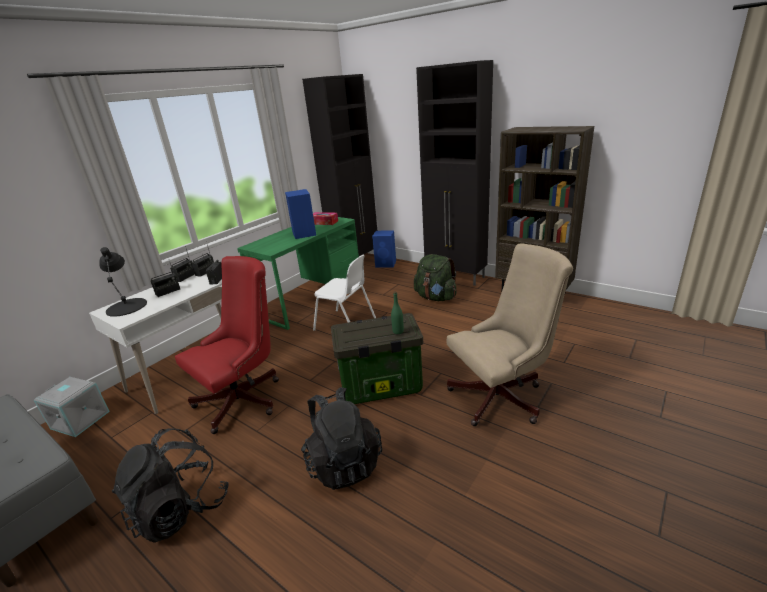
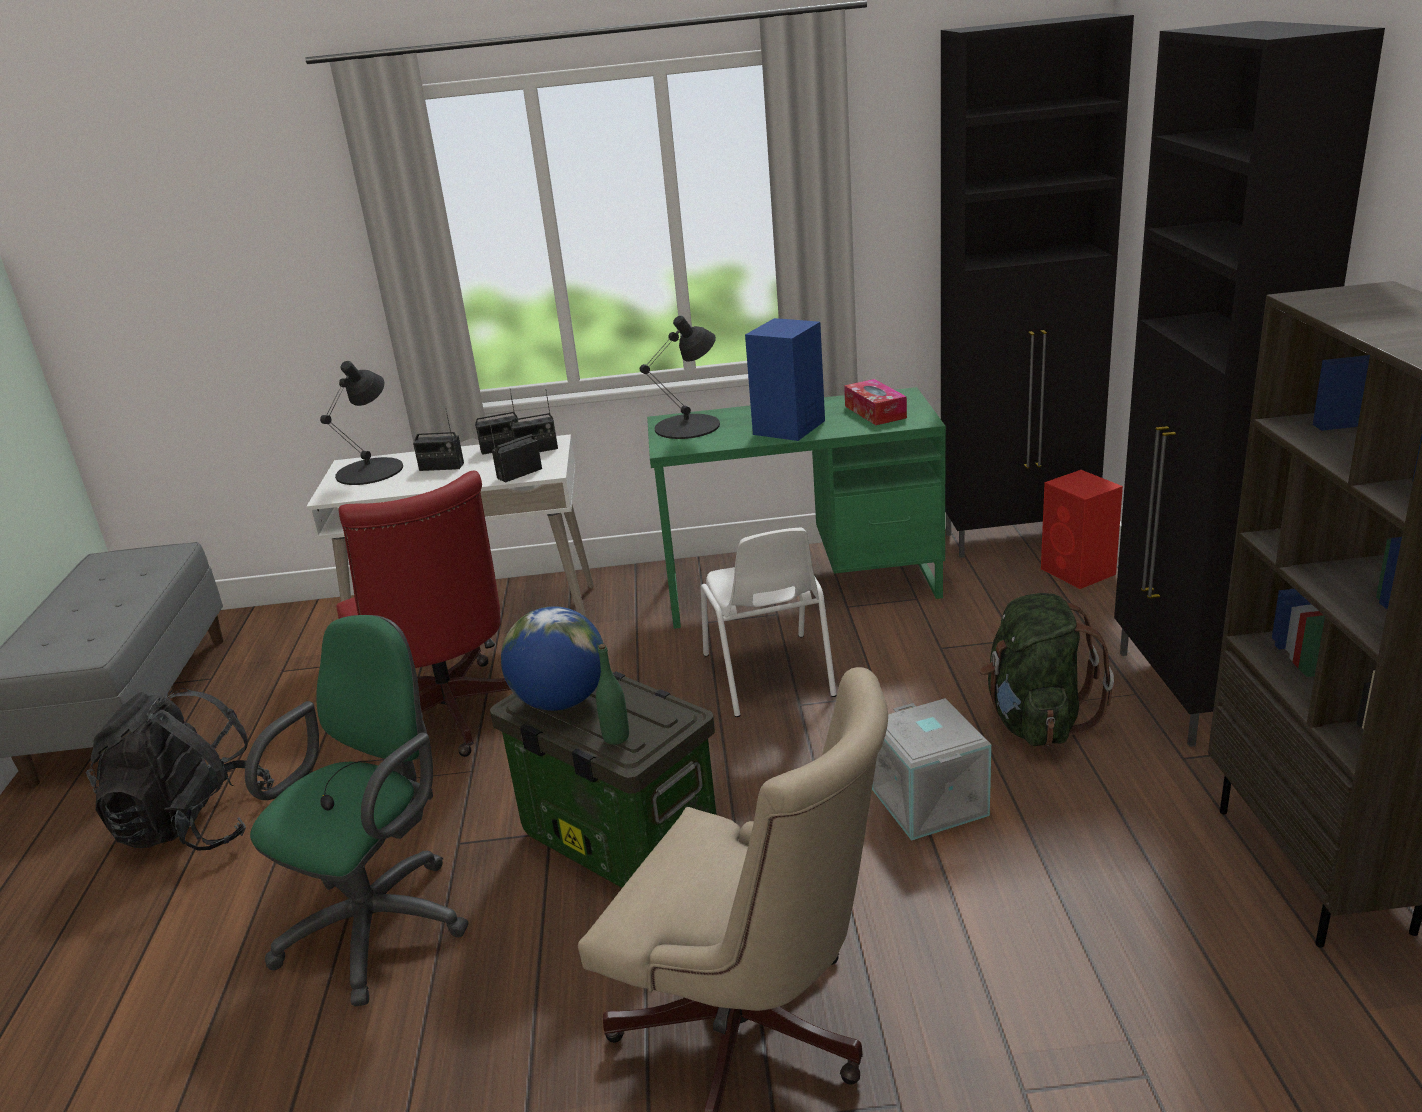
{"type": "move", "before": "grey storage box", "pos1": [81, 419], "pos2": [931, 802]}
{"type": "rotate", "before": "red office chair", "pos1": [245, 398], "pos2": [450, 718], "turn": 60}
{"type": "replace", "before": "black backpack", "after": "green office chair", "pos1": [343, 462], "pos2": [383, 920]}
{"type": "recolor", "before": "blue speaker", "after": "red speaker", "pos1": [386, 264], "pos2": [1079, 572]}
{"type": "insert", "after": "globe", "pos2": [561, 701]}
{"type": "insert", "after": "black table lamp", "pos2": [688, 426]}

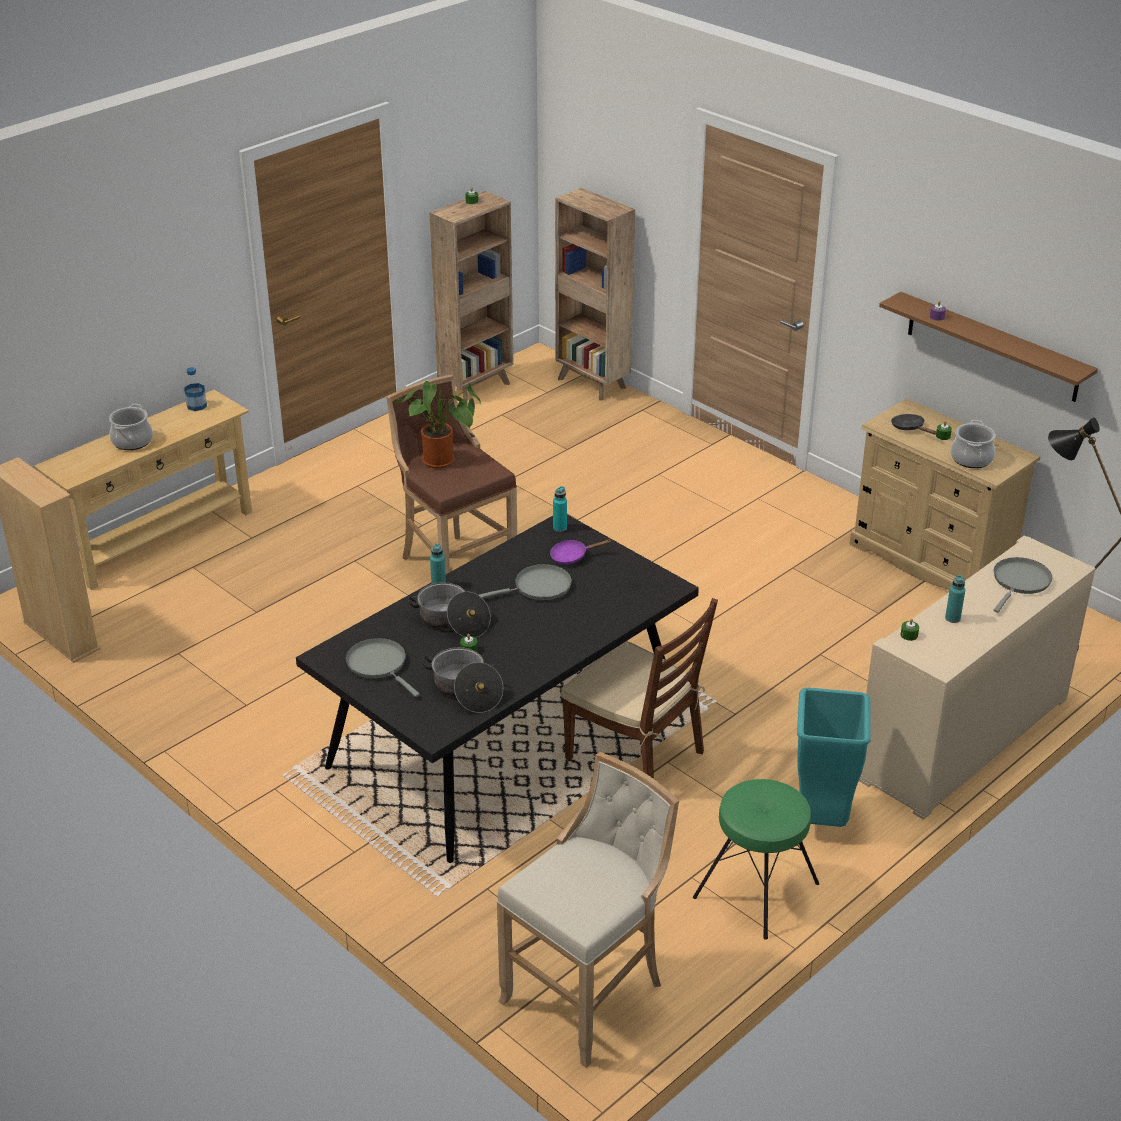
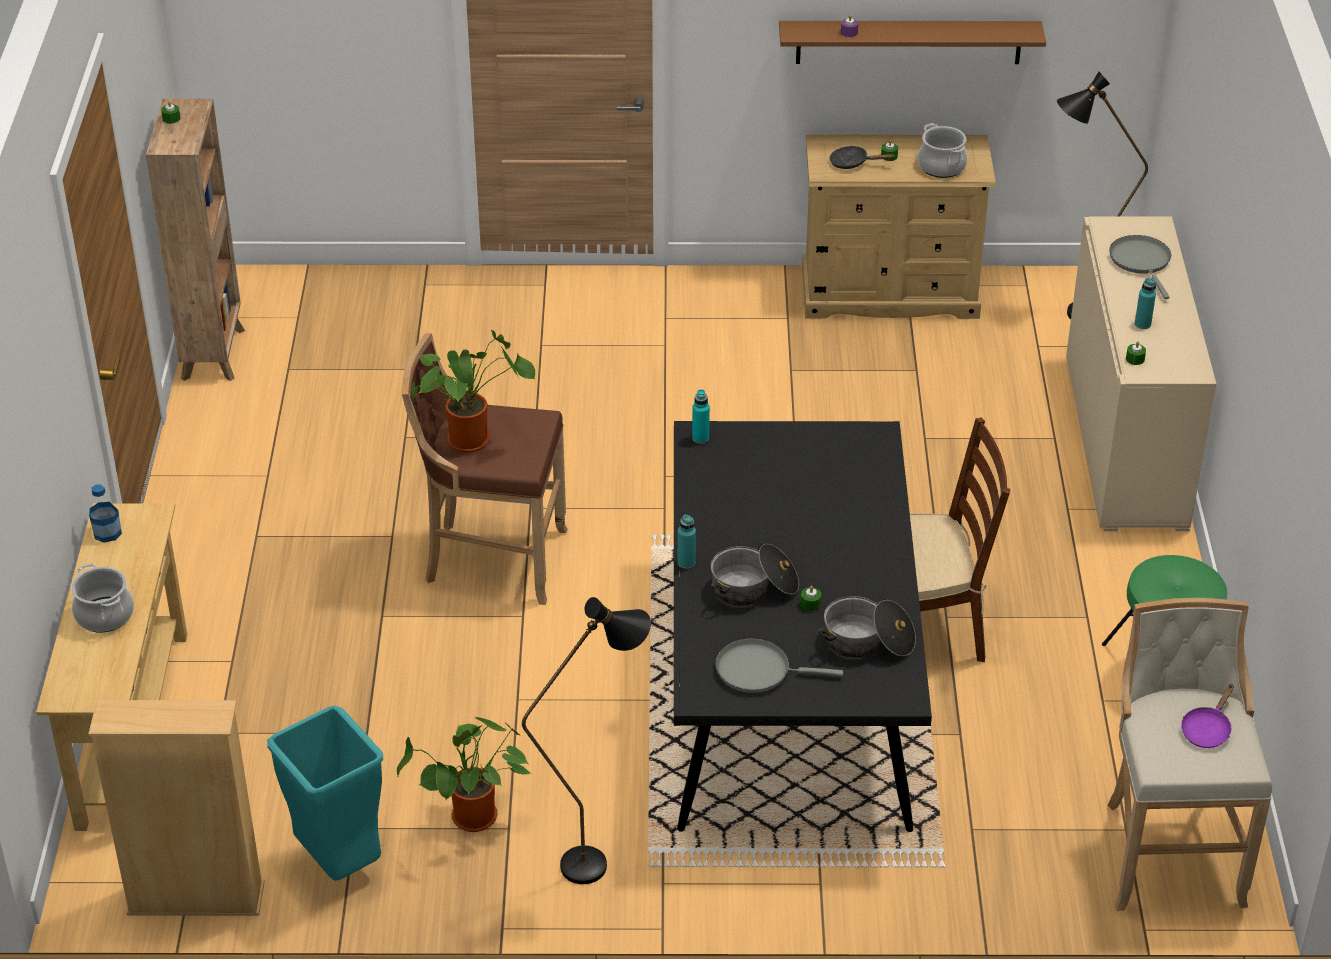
{"type": "delete", "before": "grey frying pan", "pos1": [538, 587]}
{"type": "move", "before": "purple frying pan", "pos1": [572, 556], "pos2": [1207, 730]}
{"type": "delete", "before": "brown bookcase", "pos1": [592, 384]}
{"type": "move", "before": "turquoise trash can", "pos1": [821, 818], "pos2": [338, 863]}
{"type": "insert", "after": "potted plant", "pos2": [472, 821]}
{"type": "insert", "after": "black floor lamp", "pos2": [600, 861]}

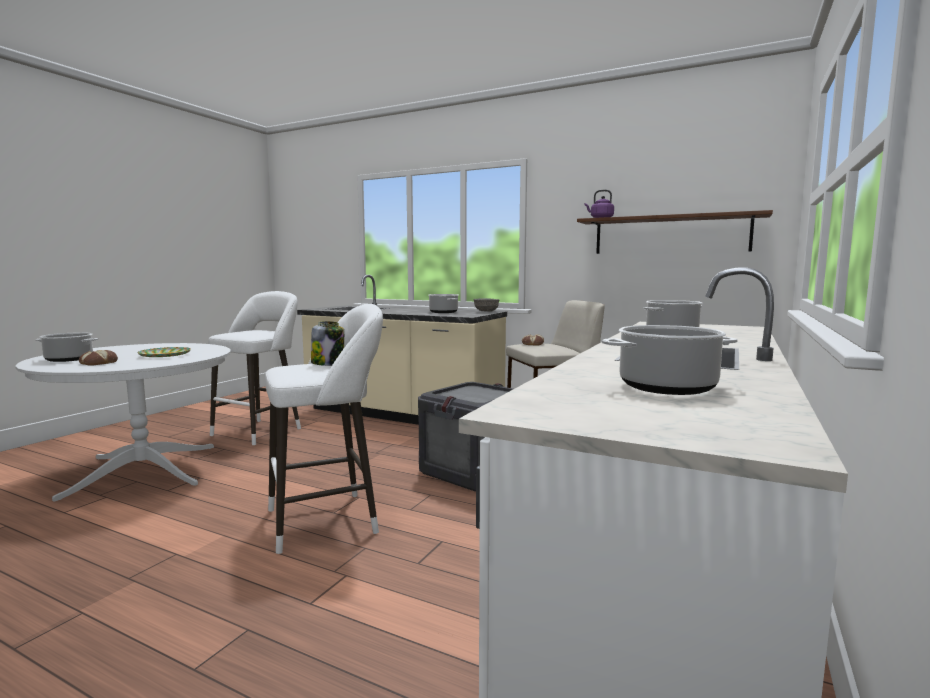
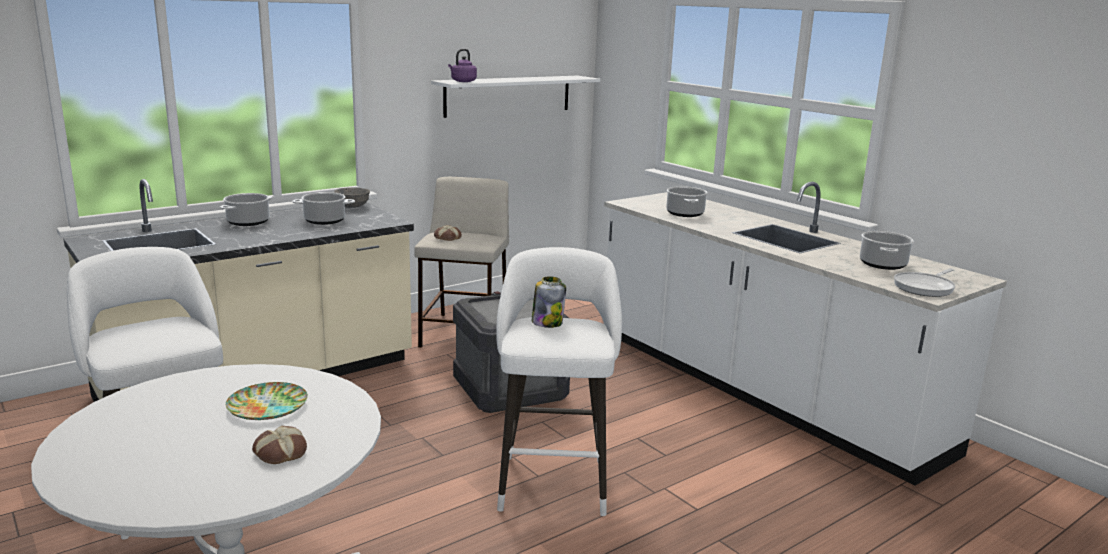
{"type": "move", "before": "cooking pot", "pos1": [68, 359], "pos2": [248, 222]}
{"type": "recolor", "before": "brown shelf", "after": "white shelf", "pos1": [670, 235], "pos2": [508, 95]}
{"type": "insert", "after": "frying pan", "pos2": [925, 287]}

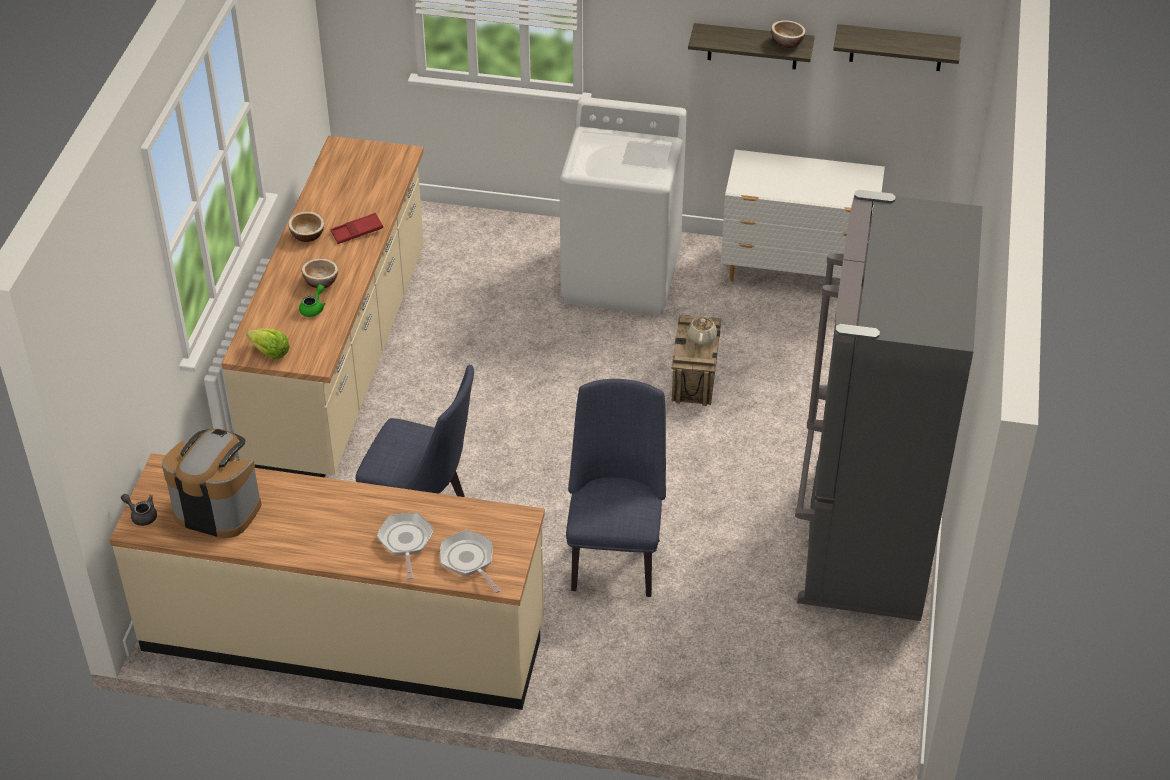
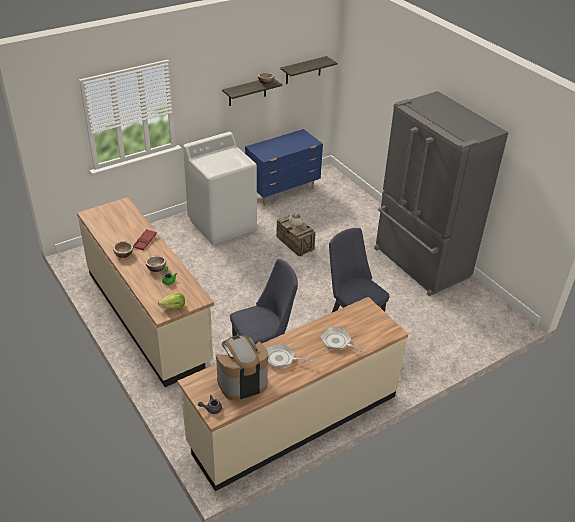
{"type": "move", "before": "frying pan", "pos1": [469, 561], "pos2": [282, 359]}
{"type": "recolor", "before": "white dresser", "after": "blue dresser", "pos1": [797, 273], "pos2": [283, 191]}

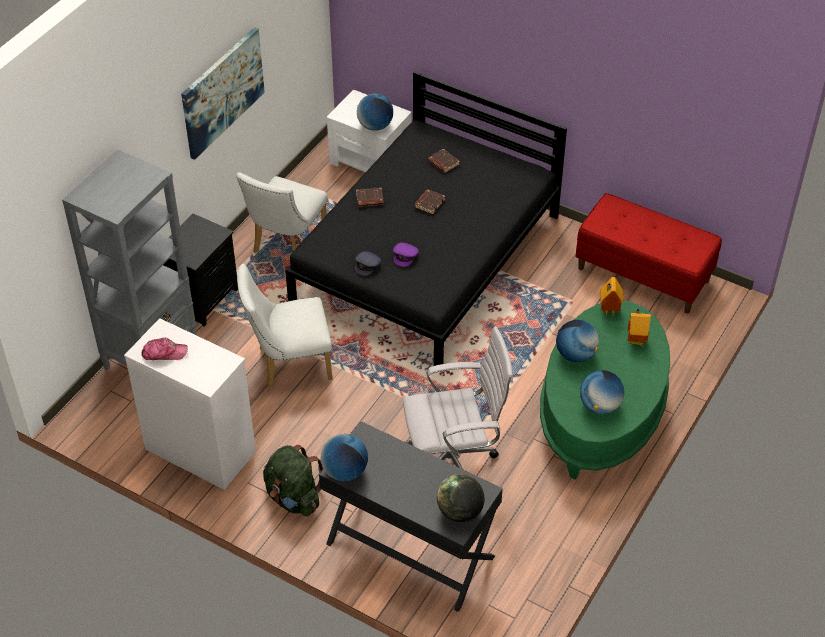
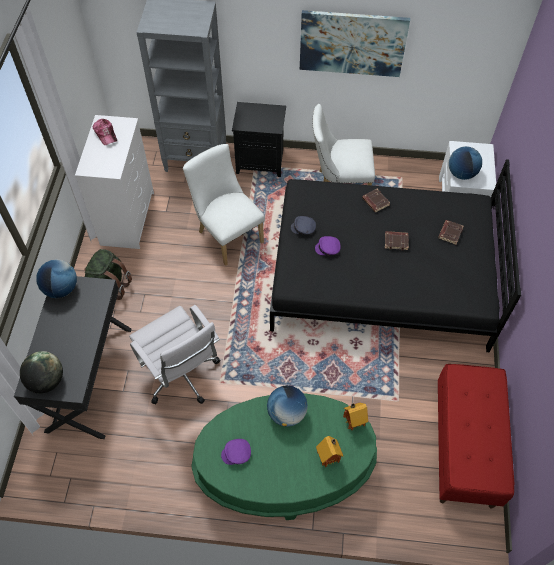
{"type": "replace", "before": "globe", "after": "purple cap", "pos1": [600, 406], "pos2": [237, 454]}

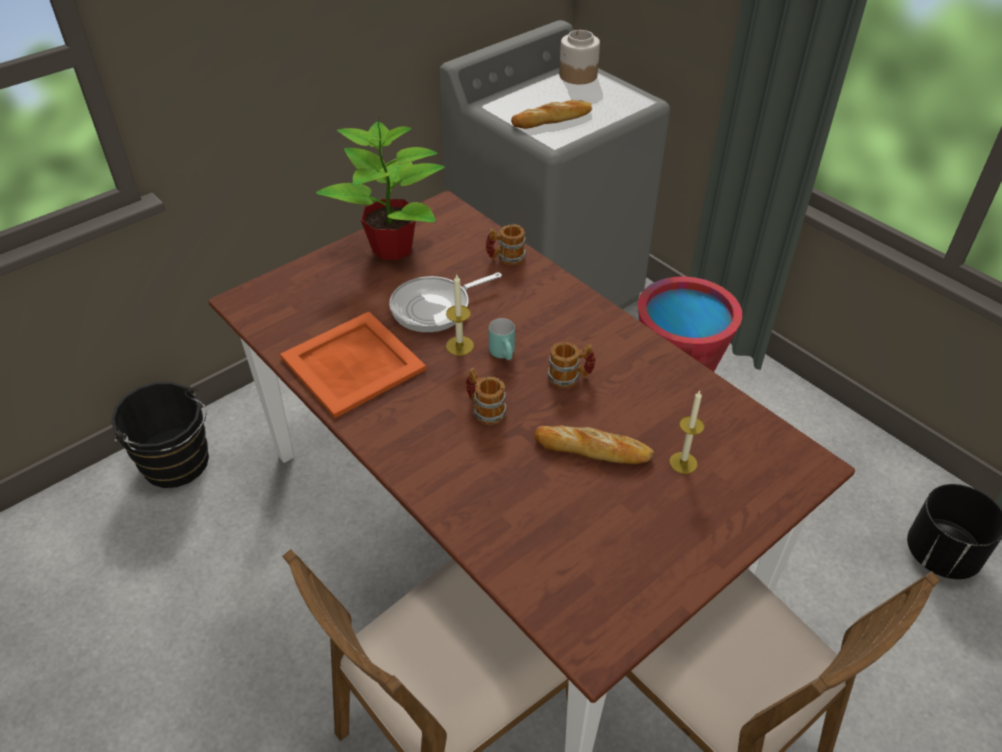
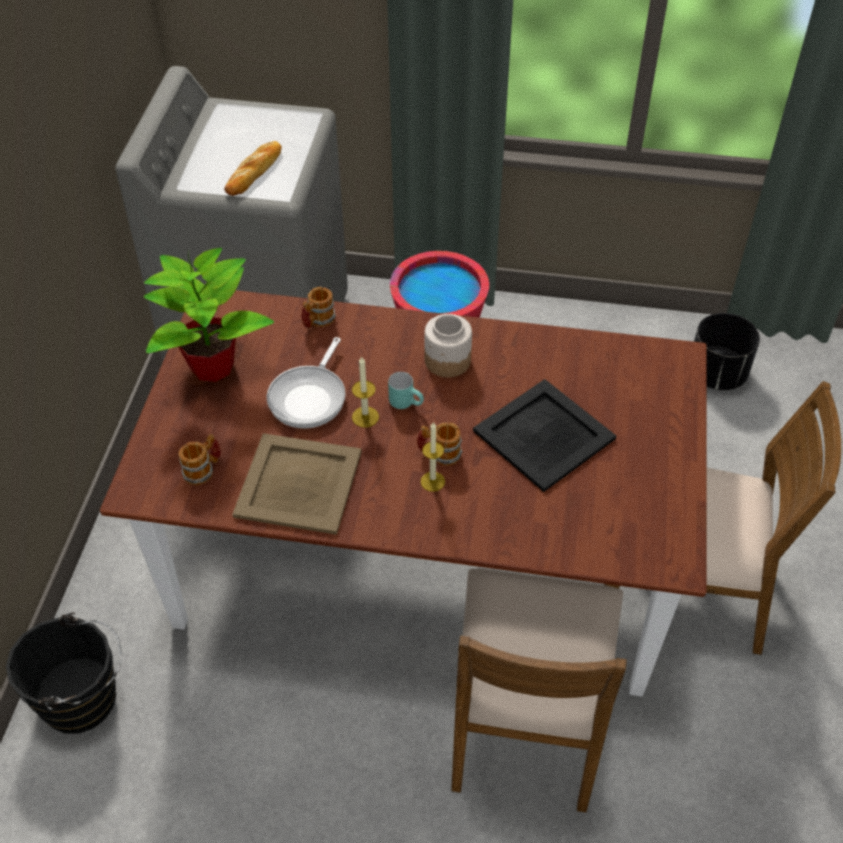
{"type": "recolor", "before": "orange tray", "after": "beige tray", "pos1": [354, 363], "pos2": [300, 483]}
{"type": "replace", "before": "bread", "after": "black tray", "pos1": [592, 449], "pos2": [542, 435]}
{"type": "move", "before": "mug", "pos1": [570, 377], "pos2": [203, 470]}
{"type": "move", "before": "jar", "pos1": [578, 75], "pos2": [447, 360]}
{"type": "move", "before": "candle", "pos1": [683, 463], "pos2": [432, 481]}

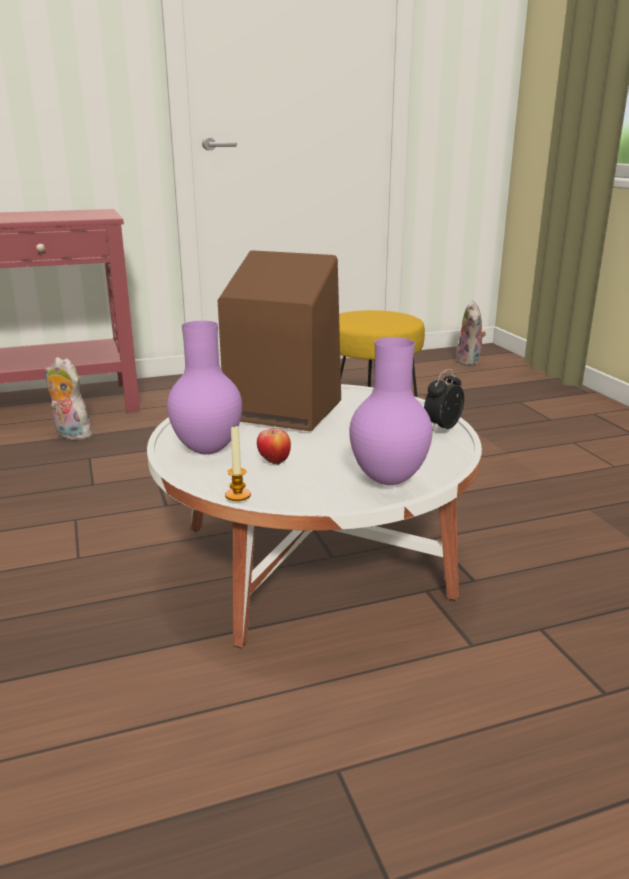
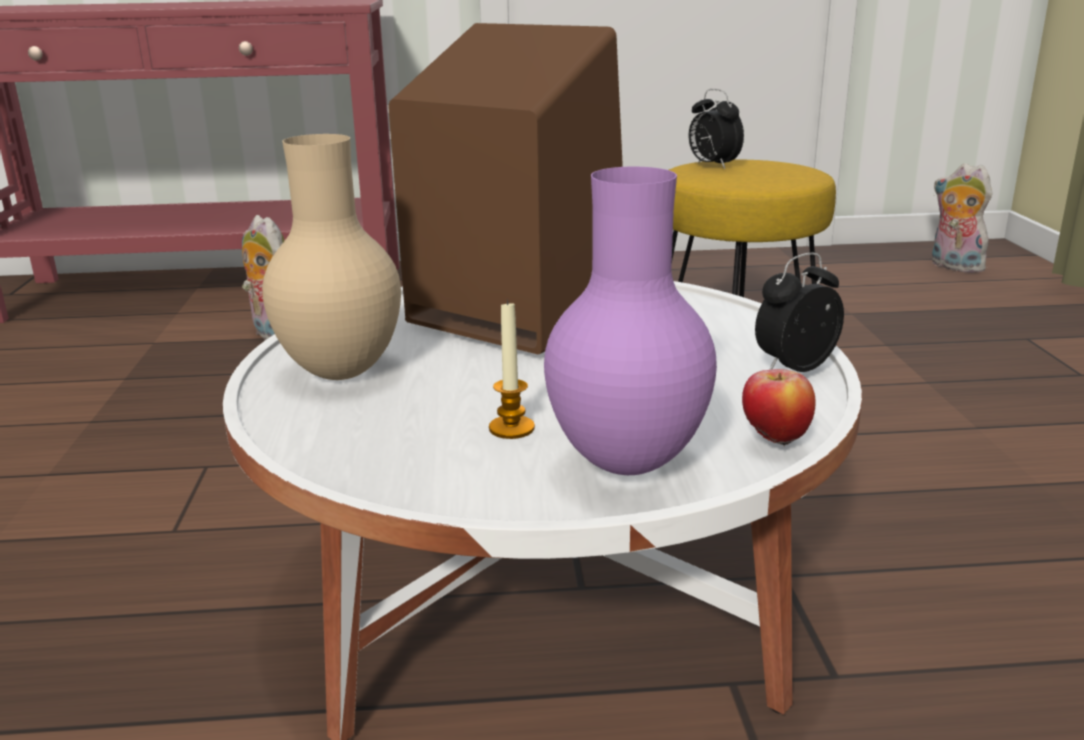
{"type": "recolor", "before": "purple vase", "after": "beige vase", "pos1": [209, 450], "pos2": [344, 372]}
{"type": "move", "before": "candle", "pos1": [238, 495], "pos2": [511, 428]}
{"type": "move", "before": "apple", "pos1": [274, 462], "pos2": [775, 439]}
{"type": "rotate", "before": "plush toy", "pos1": [469, 362], "pos2": [953, 267], "turn": 120}
{"type": "insert", "after": "alarm clock", "pos2": [712, 166]}

